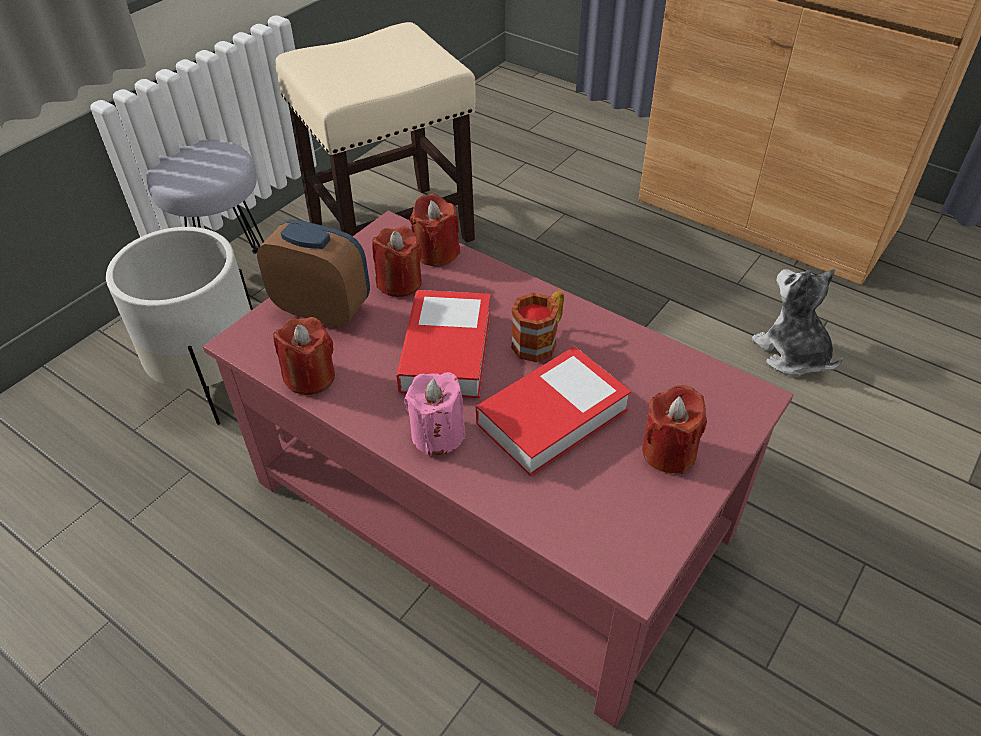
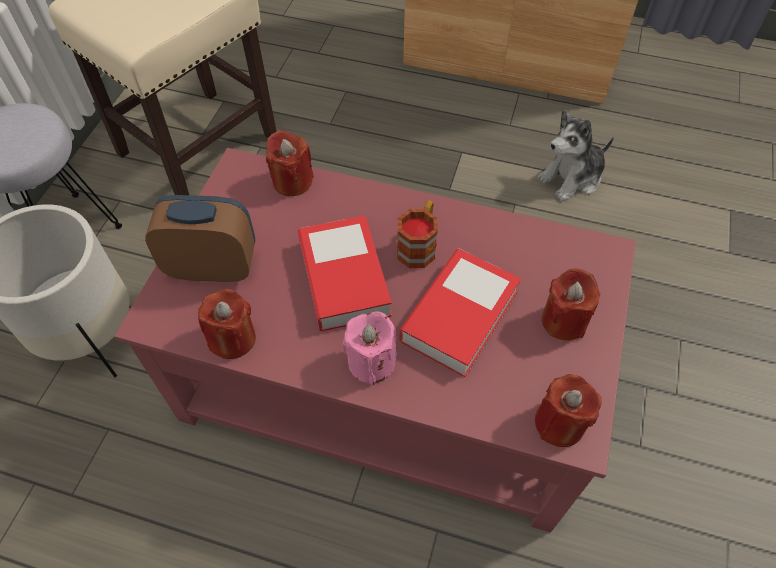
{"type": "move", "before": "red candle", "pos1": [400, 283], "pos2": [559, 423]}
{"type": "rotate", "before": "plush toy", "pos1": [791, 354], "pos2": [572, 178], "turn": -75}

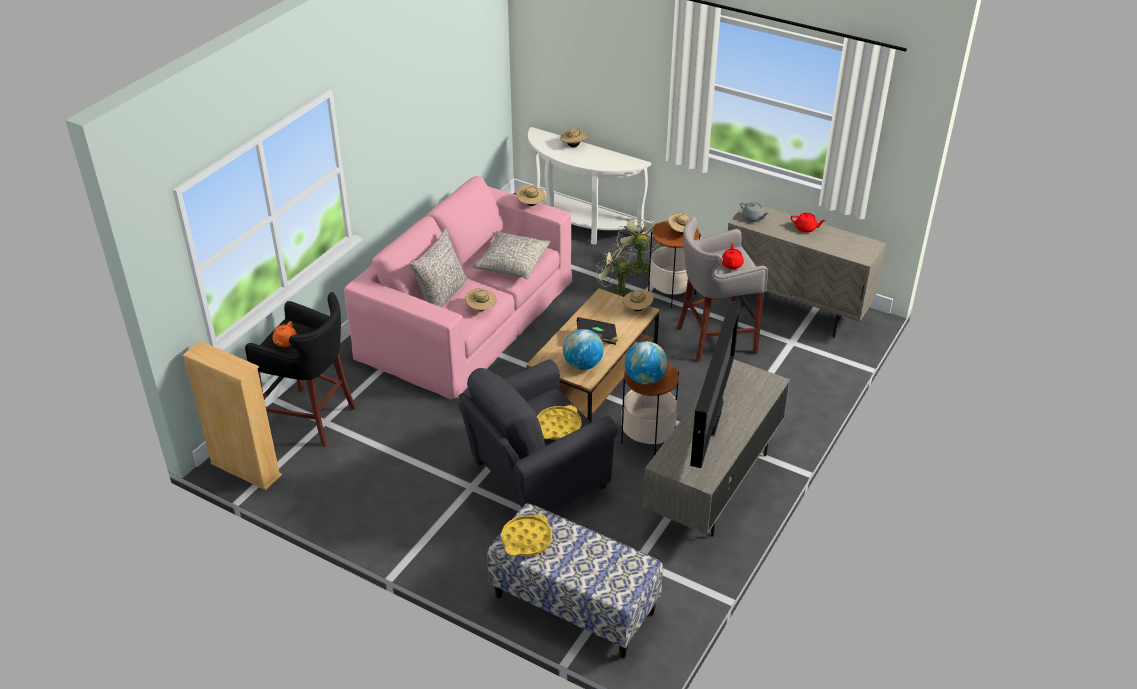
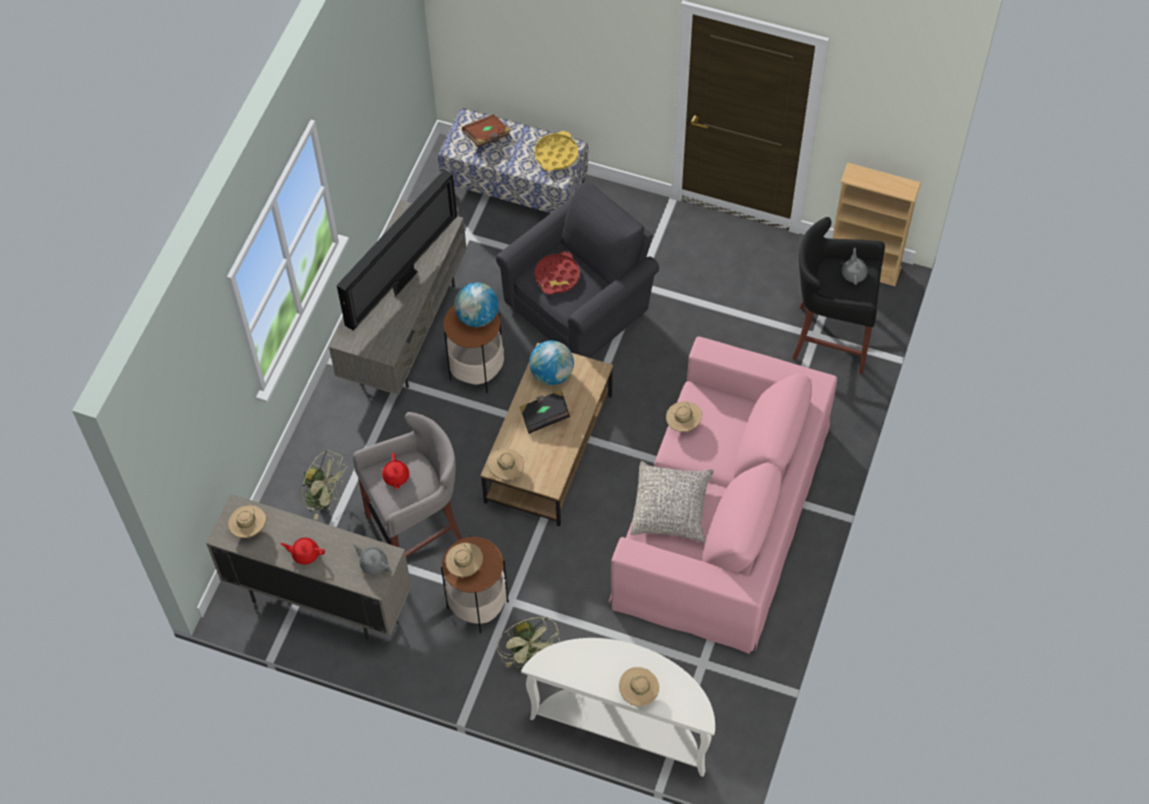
{"type": "recolor", "before": "orange teapot", "after": "grey teapot", "pos1": [285, 342], "pos2": [854, 273]}
{"type": "delete", "before": "grey pillow", "pos1": [441, 295]}
{"type": "move", "before": "beige hat", "pos1": [531, 204], "pos2": [249, 528]}
{"type": "recolor", "before": "yellow tray", "after": "red tray", "pos1": [558, 426], "pos2": [557, 276]}
{"type": "move", "before": "green fan", "pos1": [616, 294], "pos2": [325, 498]}
{"type": "rotate", "before": "television", "pos1": [713, 421], "pos2": [404, 280], "turn": -150}
{"type": "insert", "after": "brown book", "pos2": [487, 136]}

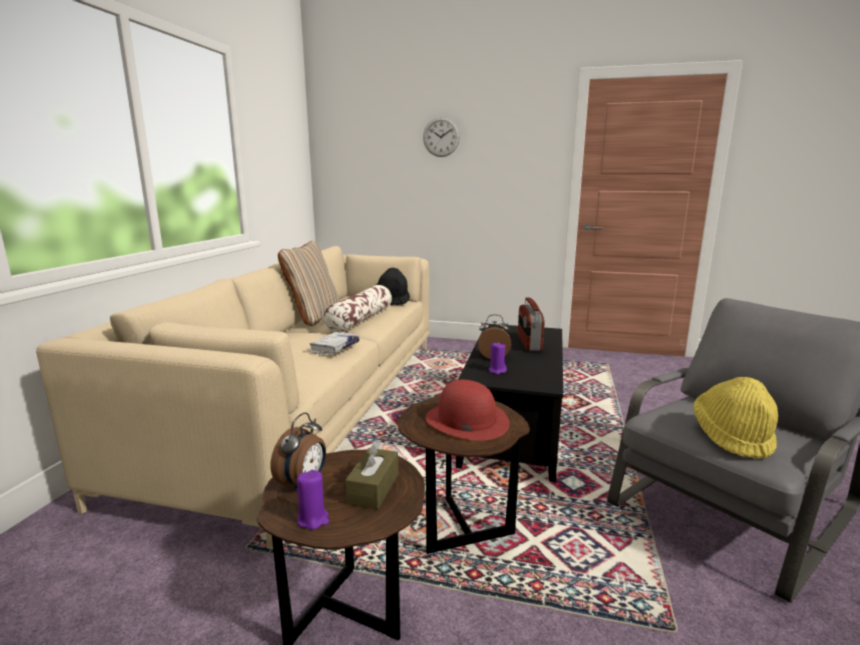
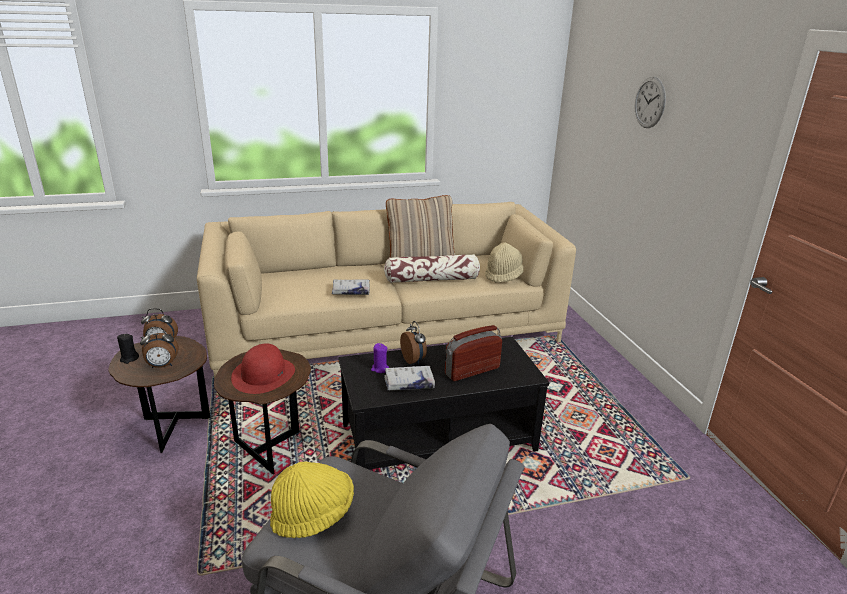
{"type": "recolor", "before": "purple candle", "after": "black candle", "pos1": [313, 519], "pos2": [129, 359]}
{"type": "replace", "before": "brown tissue box", "after": "alarm clock", "pos1": [373, 488], "pos2": [162, 366]}
{"type": "recolor", "before": "black hat", "after": "beige hat", "pos1": [392, 300], "pos2": [504, 275]}
{"type": "insert", "after": "white book", "pos2": [409, 383]}

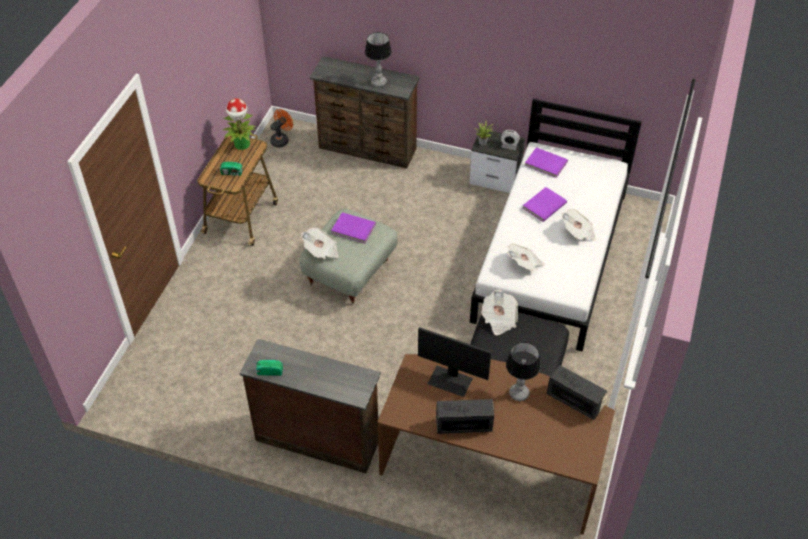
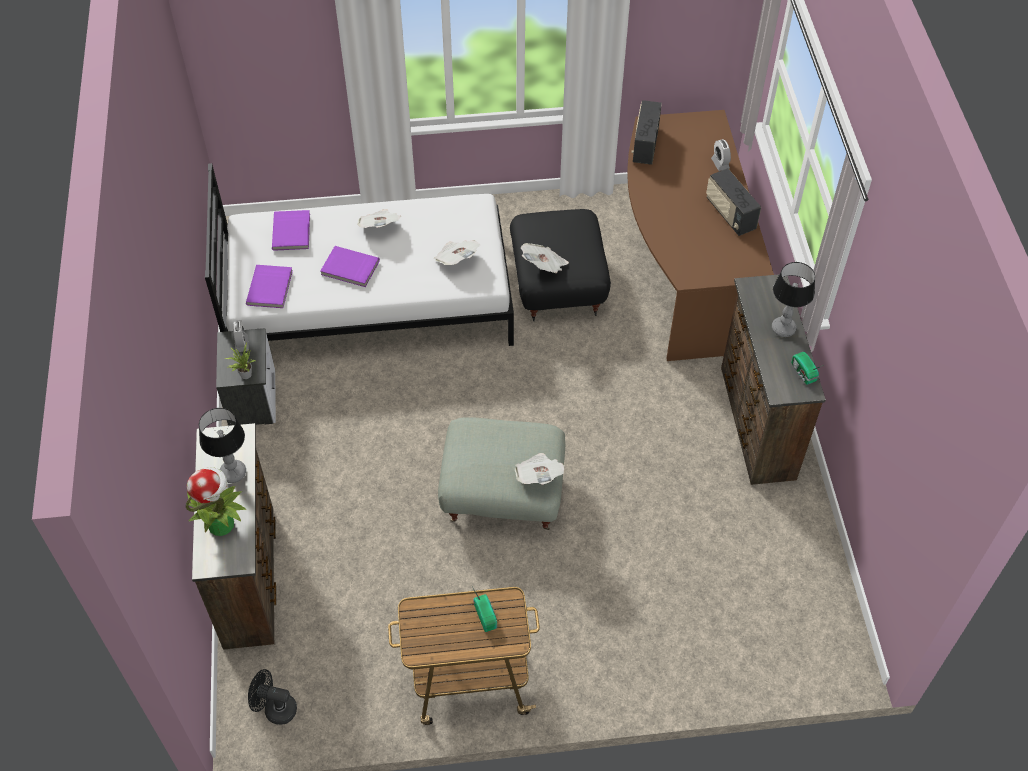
{"type": "move", "before": "potted plant", "pos1": [242, 144], "pos2": [221, 523]}
{"type": "recolor", "before": "orange fan", "after": "black fan", "pos1": [281, 140], "pos2": [275, 709]}
{"type": "move", "before": "purple book", "pos1": [353, 229], "pos2": [292, 232]}
{"type": "delete", "before": "monitor", "pos1": [450, 380]}
{"type": "move", "before": "table lamp", "pos1": [519, 393], "pos2": [783, 328]}
{"type": "insert", "after": "alarm clock", "pos2": [720, 163]}

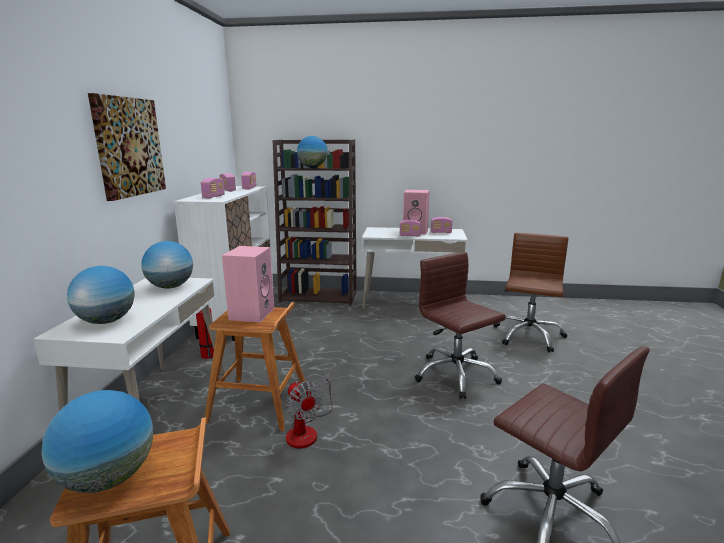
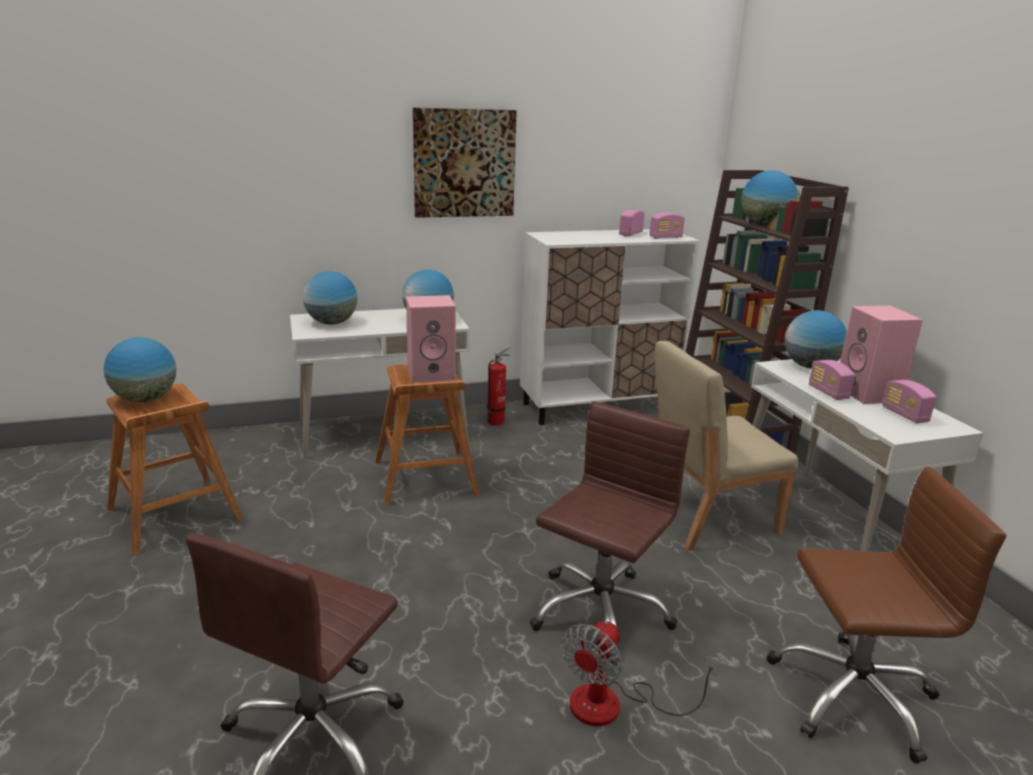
{"type": "delete", "before": "radio", "pos1": [213, 197]}
{"type": "move", "before": "fan", "pos1": [307, 430], "pos2": [614, 705]}
{"type": "insert", "after": "beige chair", "pos2": [707, 516]}
{"type": "insert", "after": "globe", "pos2": [810, 367]}

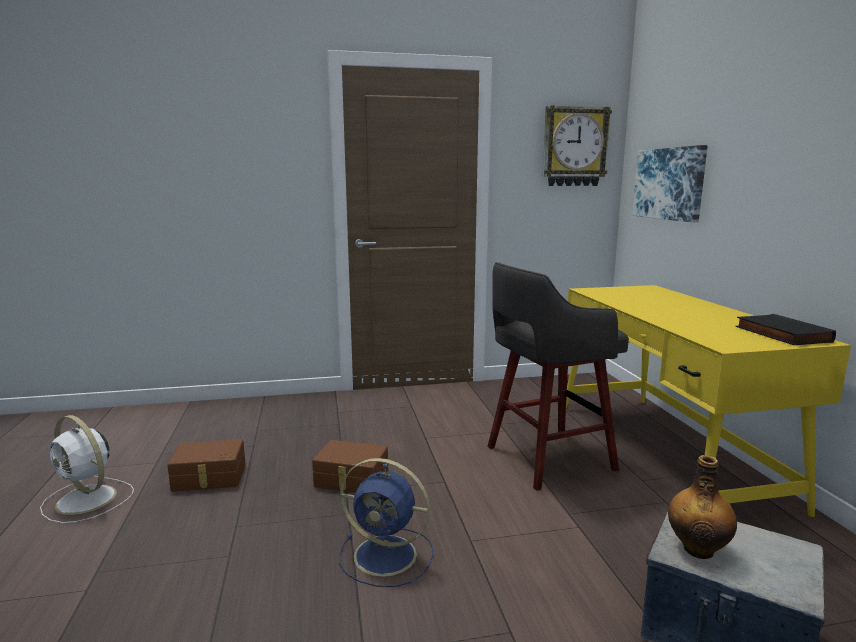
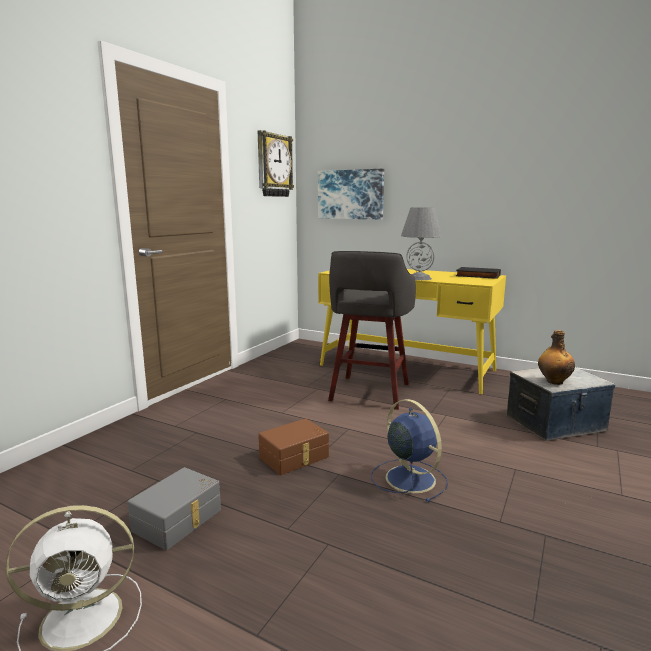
{"type": "recolor", "before": "brown storage box", "after": "grey storage box", "pos1": [209, 478], "pos2": [179, 520]}
{"type": "rotate", "before": "blue fan", "pos1": [388, 556], "pos2": [408, 478], "turn": -90}
{"type": "insert", "after": "grey table lamp", "pos2": [419, 278]}

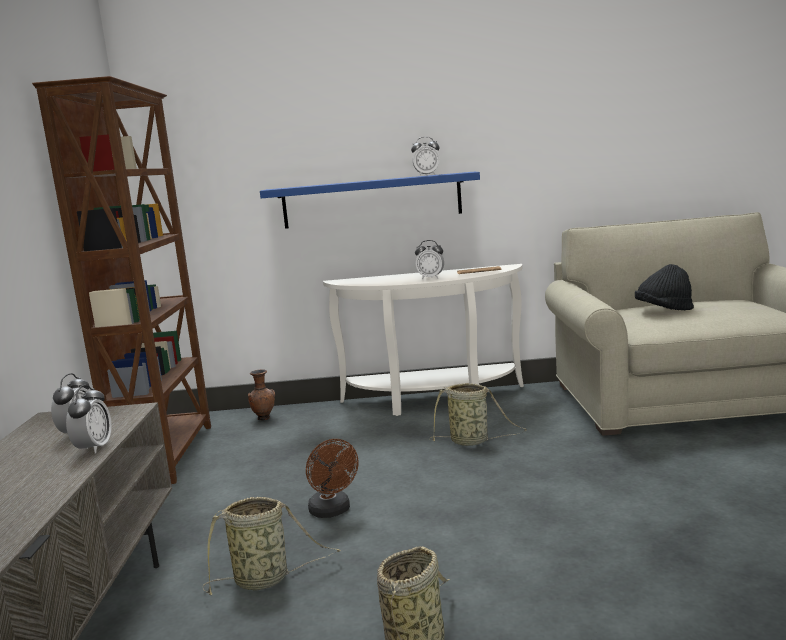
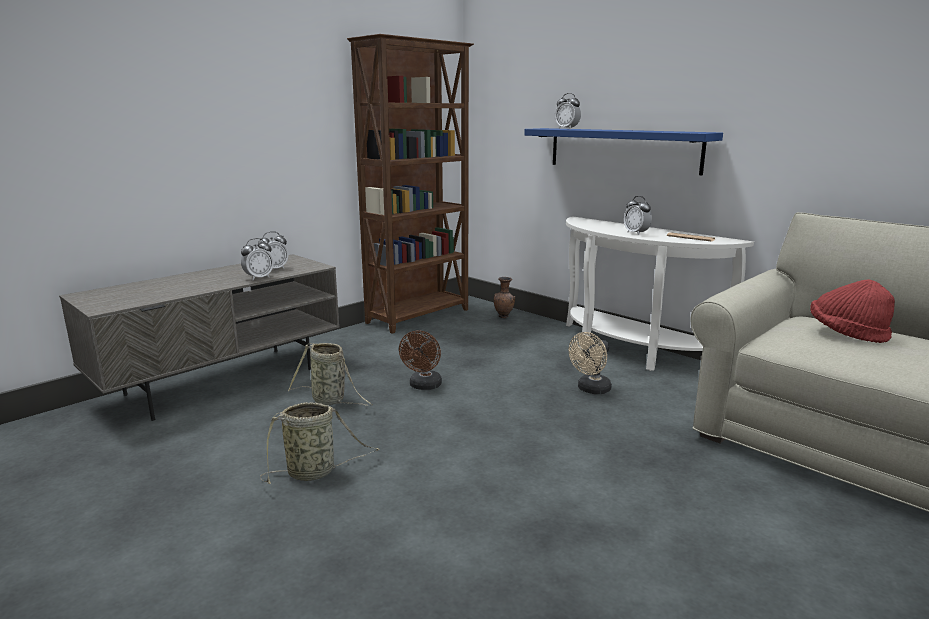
{"type": "move", "before": "alarm clock", "pos1": [427, 175], "pos2": [567, 129]}
{"type": "replace", "before": "basket", "after": "beige fan", "pos1": [472, 441], "pos2": [591, 390]}
{"type": "recolor", "before": "black hat", "after": "red hat", "pos1": [663, 311], "pos2": [846, 334]}

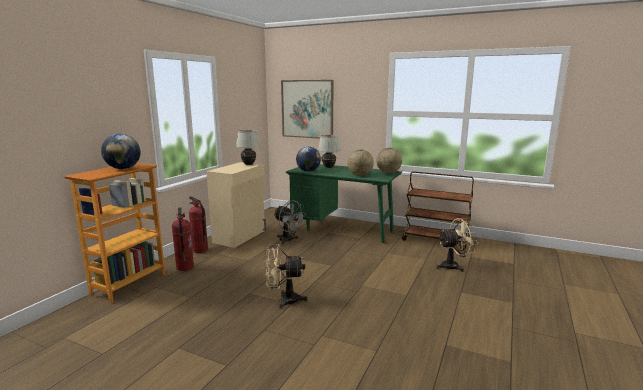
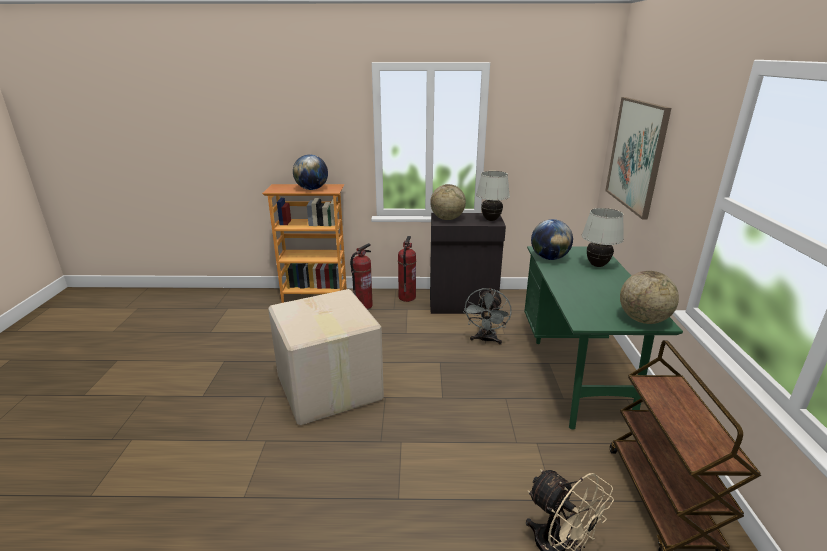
{"type": "recolor", "before": "beige cabinet", "after": "black cabinet", "pos1": [240, 236], "pos2": [463, 305]}
{"type": "replace", "before": "beige fan", "after": "cardboard box", "pos1": [284, 300], "pos2": [328, 389]}
{"type": "move", "before": "globe", "pos1": [360, 175], "pos2": [447, 219]}

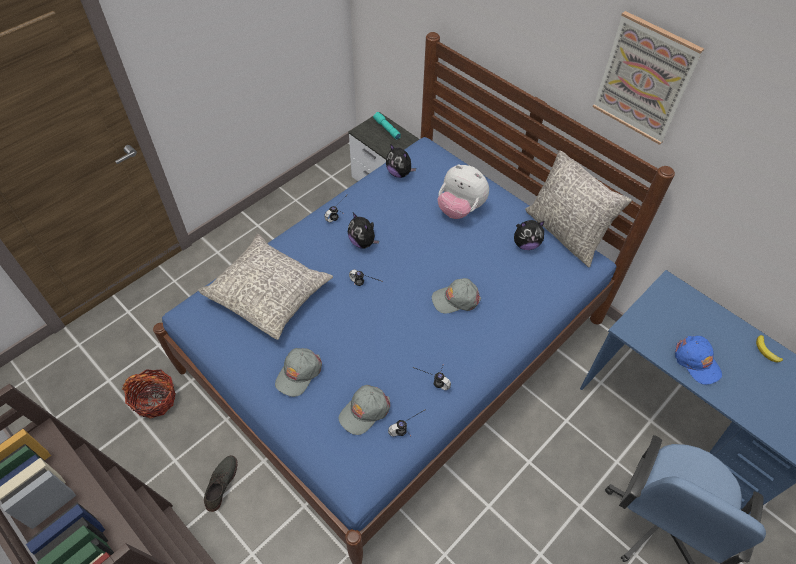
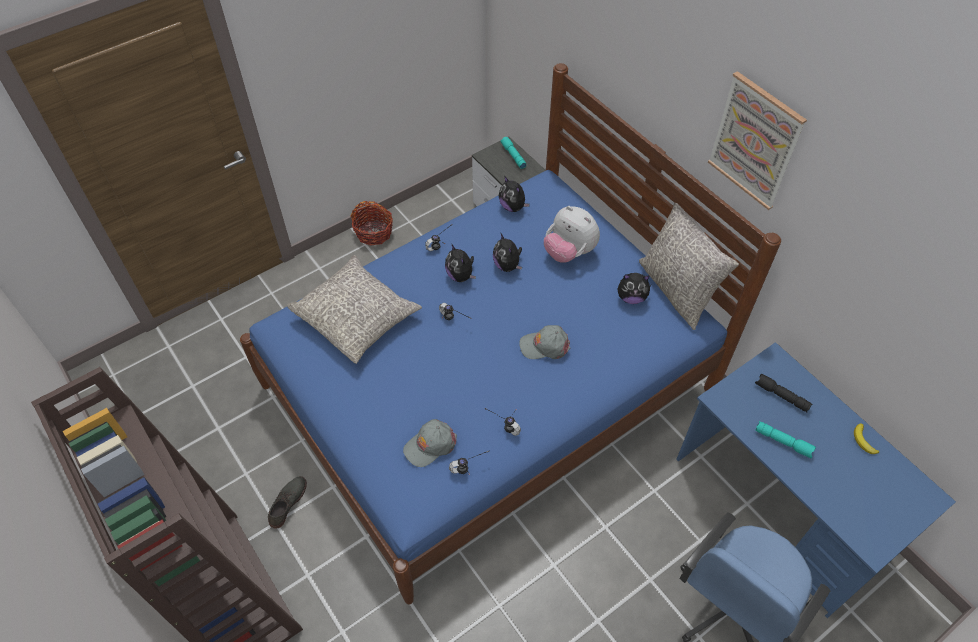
{"type": "move", "before": "basket", "pos1": [155, 399], "pos2": [374, 232]}
{"type": "delete", "before": "grey cap", "pos1": [298, 373]}
{"type": "replace", "before": "blue cap", "after": "turquoise flashlight", "pos1": [696, 361], "pos2": [784, 442]}
{"type": "insert", "after": "plush toy", "pos2": [507, 265]}
{"type": "insert", "after": "black flashlight", "pos2": [781, 396]}

